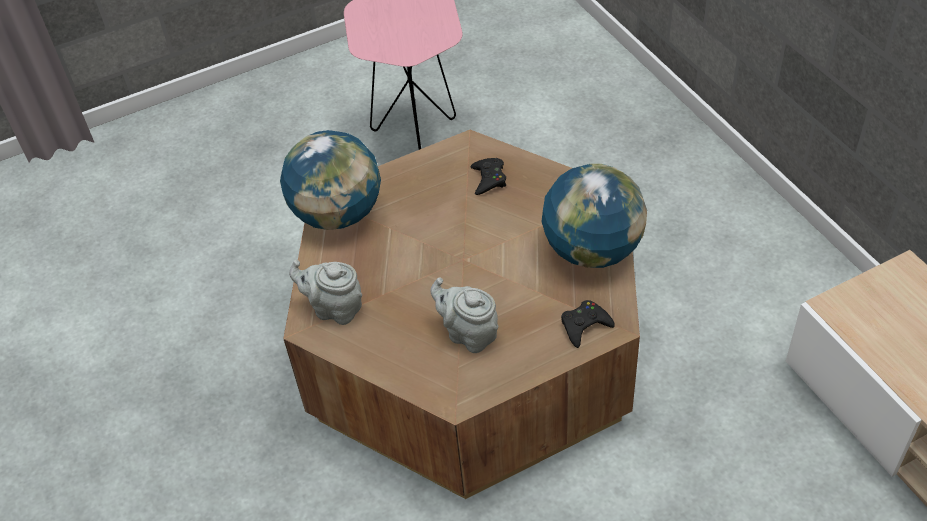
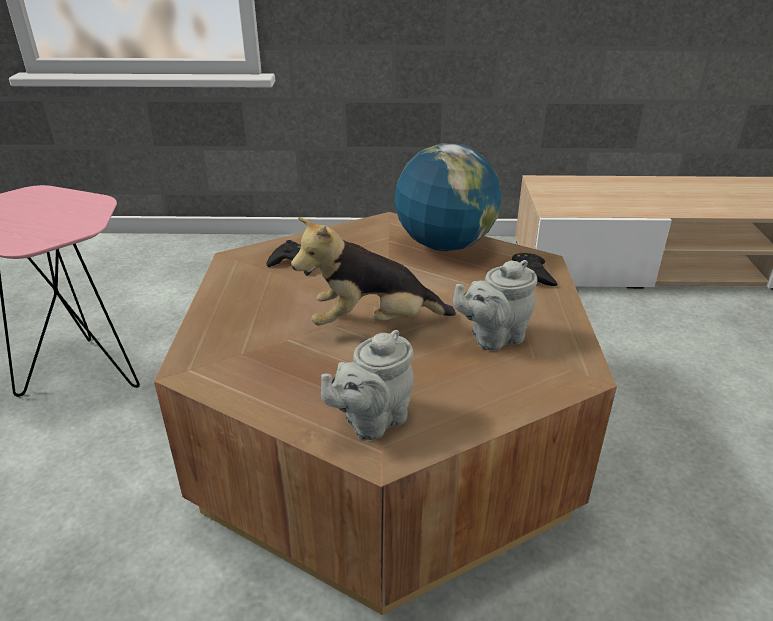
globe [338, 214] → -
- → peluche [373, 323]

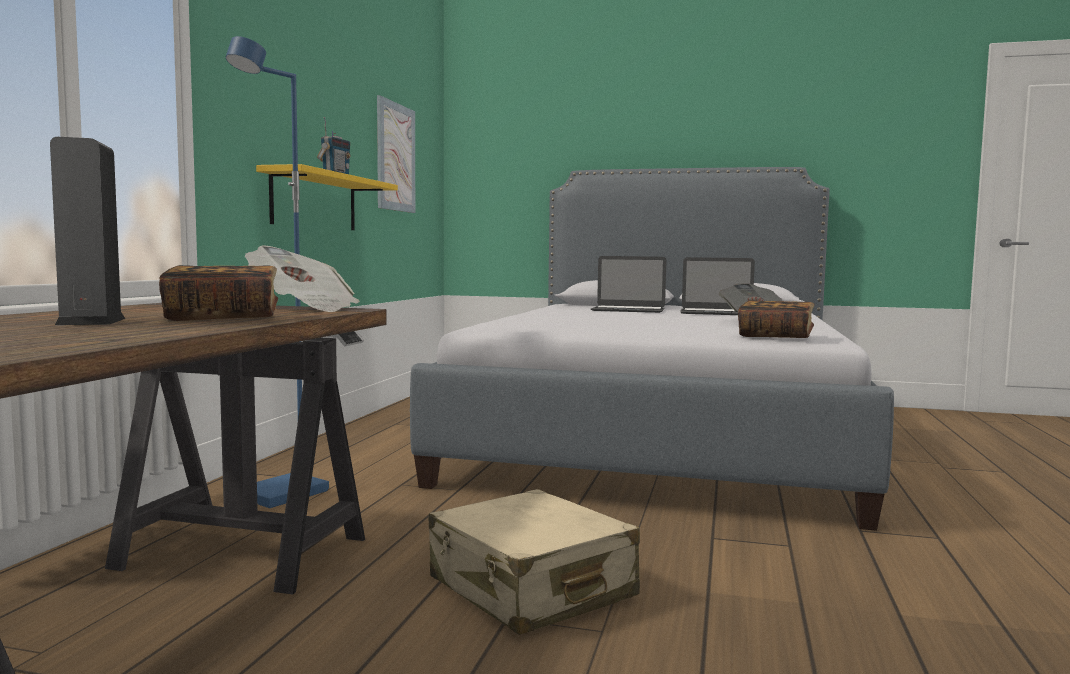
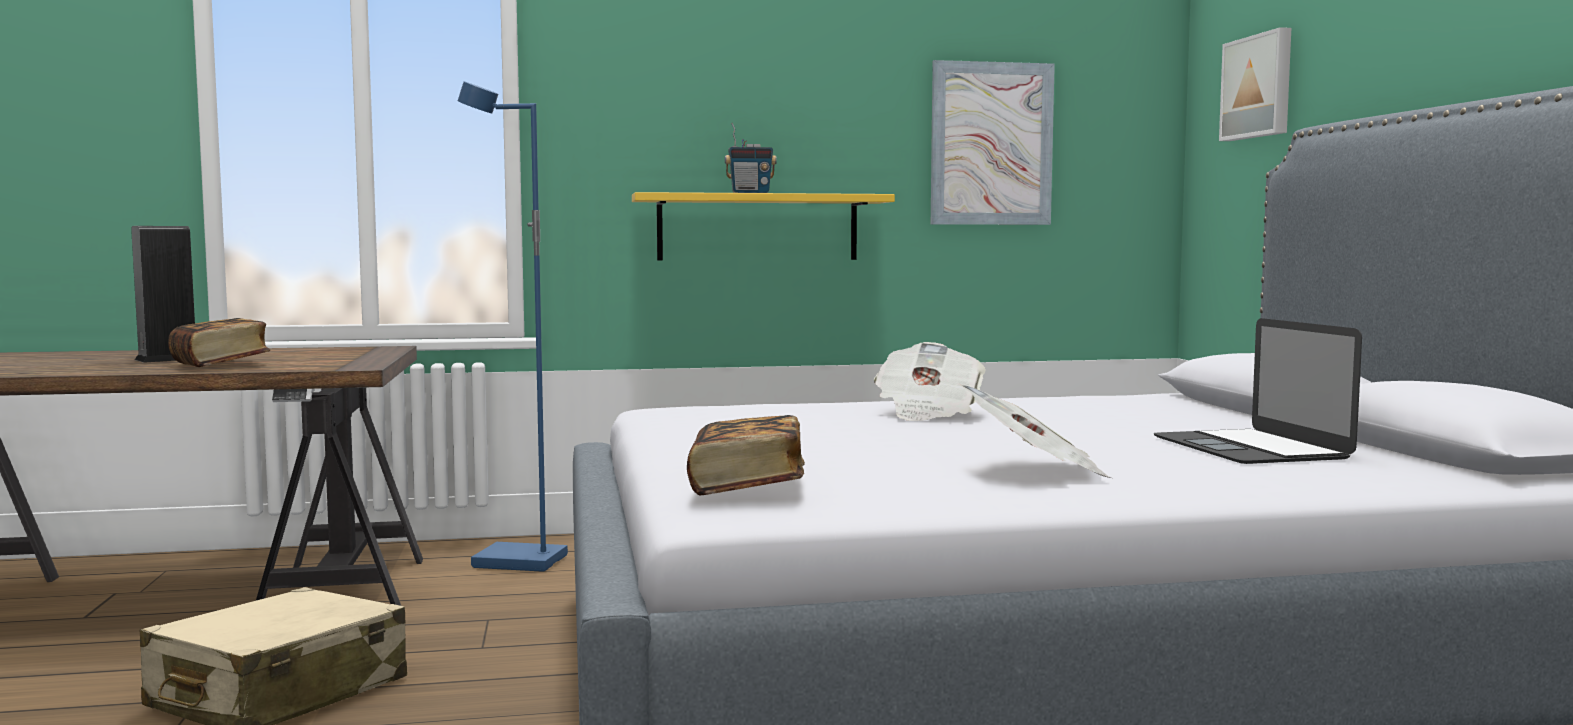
journal [304, 308] → journal [927, 413], shifted
ordinateur portable [628, 310] → -
- → tableau [1259, 87]

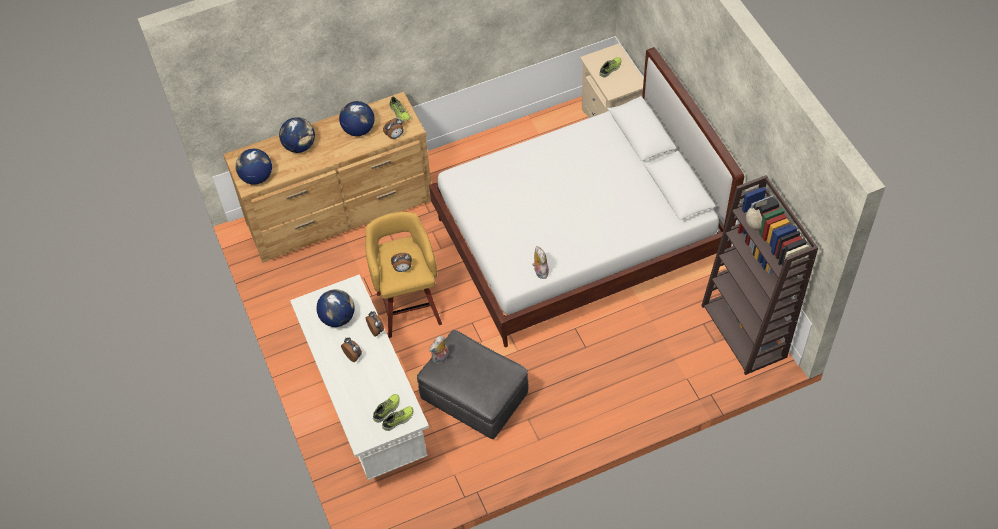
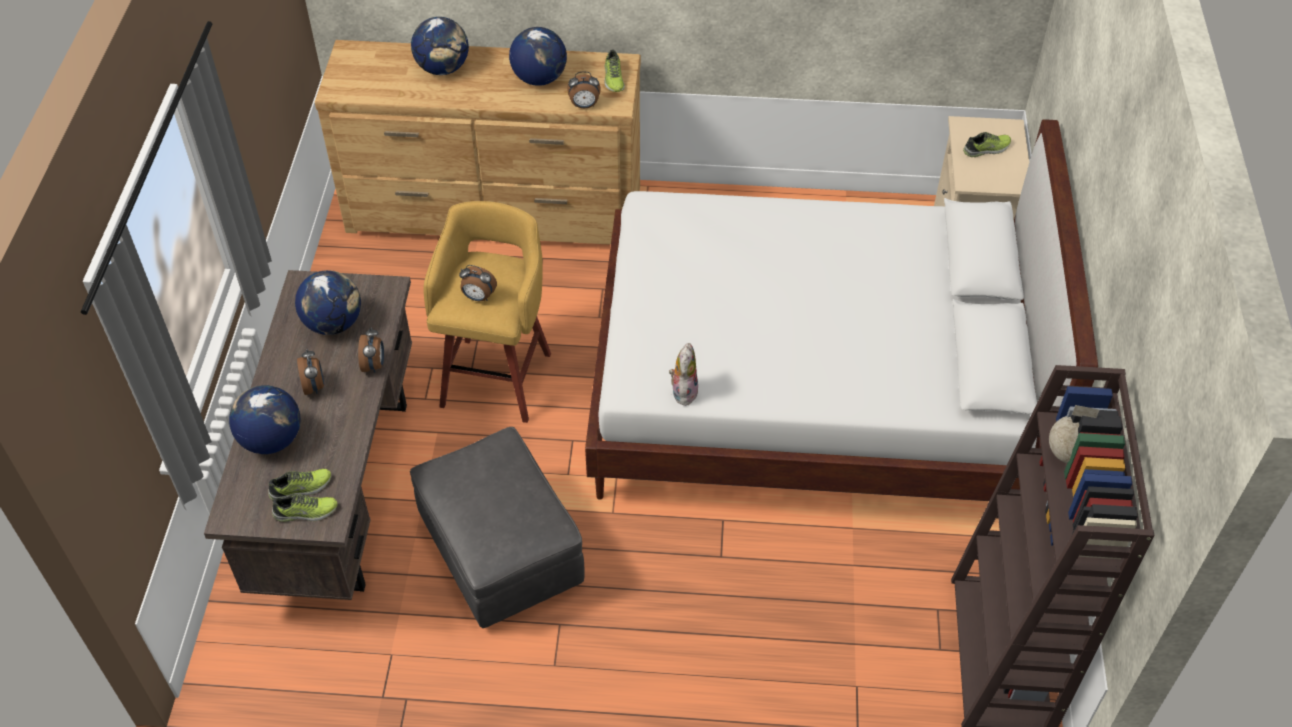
globe [256, 177] → globe [271, 440], shifted
bureau [blanc] [367, 406] → bureau [marron] [340, 489]
peluche [440, 358] → -

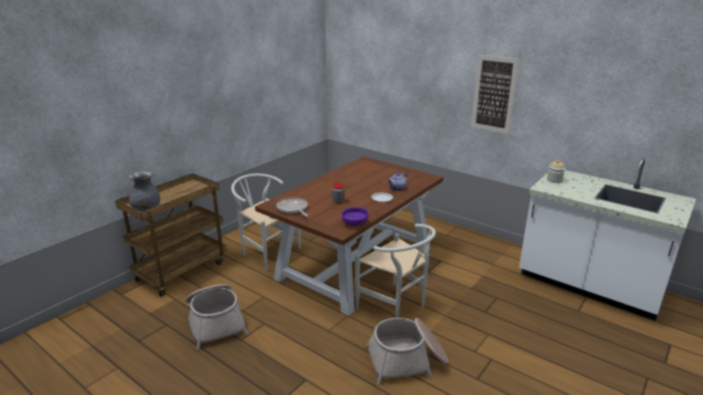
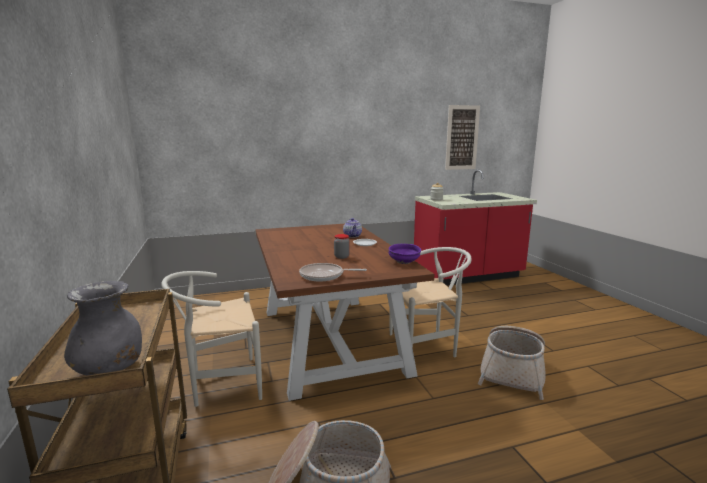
tableau [494, 94] → tableau [462, 137], shifted
comptoir de cuisine [blanc] [589, 286] → comptoir de cuisine [rouge] [468, 276]

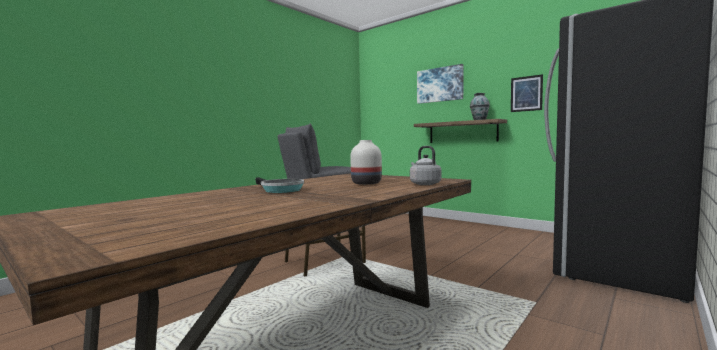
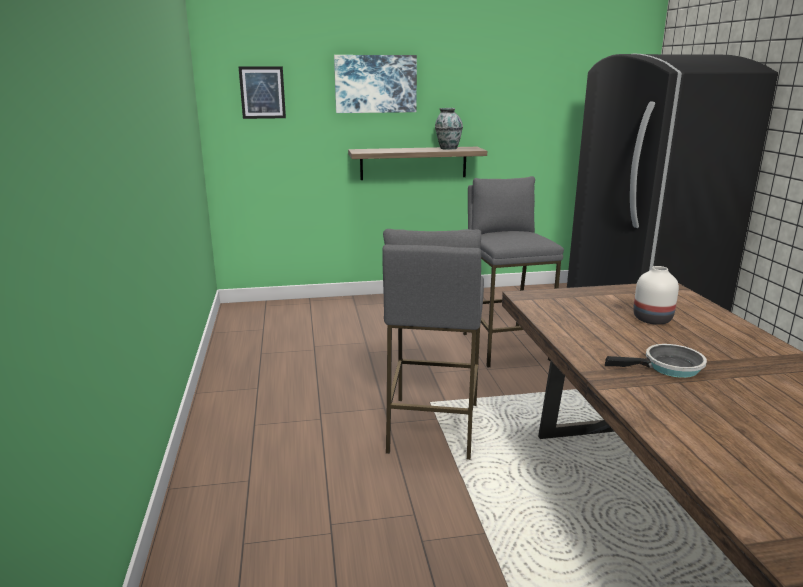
bouilloire [gris] [424, 184] → -
tableau [526, 93] → tableau [262, 92], shifted
- → tabouret [gris] [504, 346]

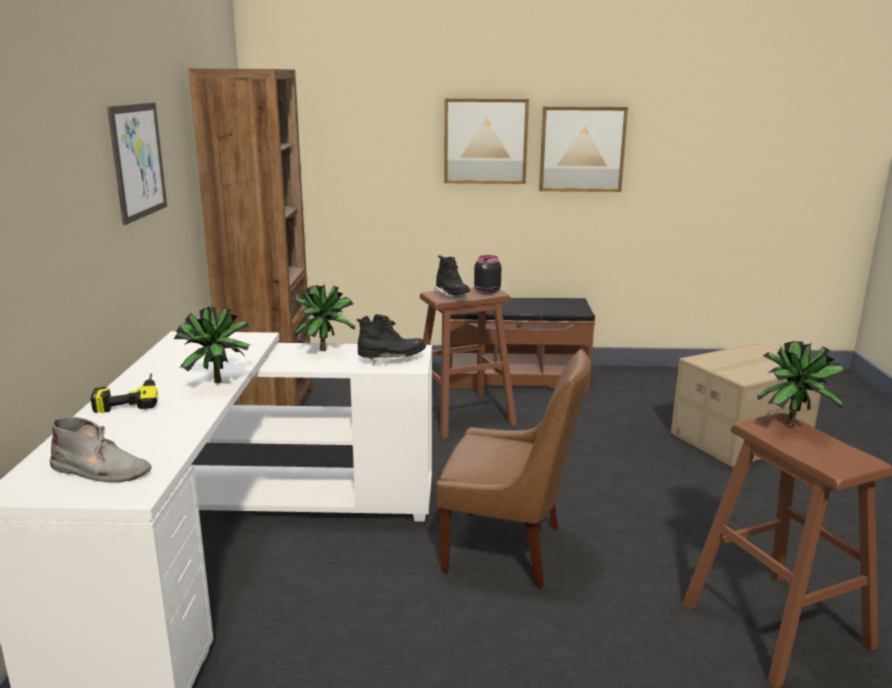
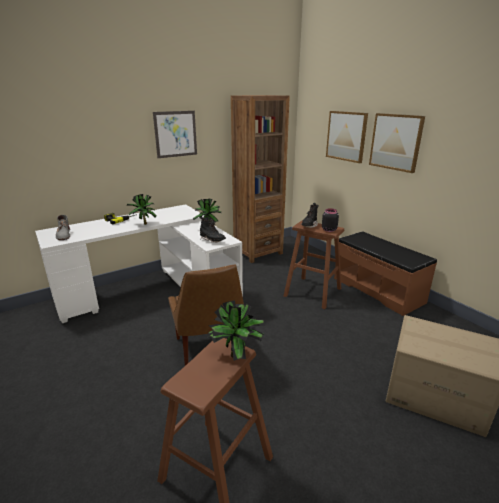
tableau [582, 149] → tableau [346, 136], shifted

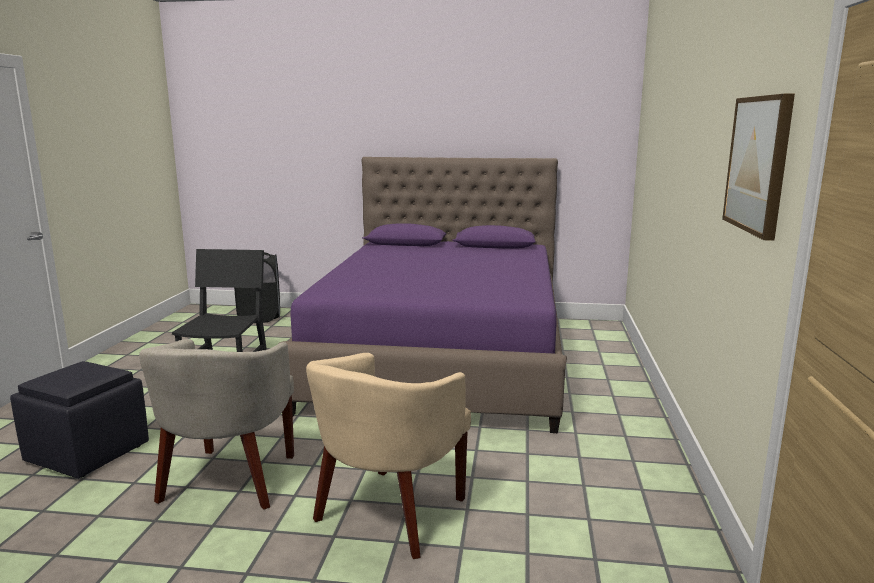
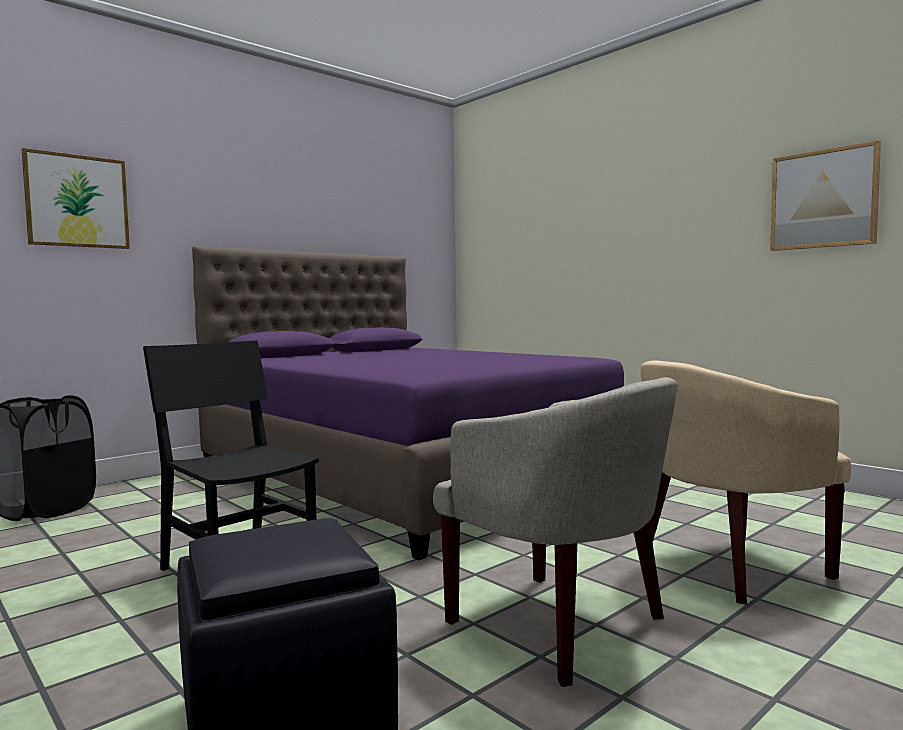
fauteuil [beige] [389, 513] → fauteuil [beige] [729, 566], 90 degrees clockwise
- → tableau [77, 201]

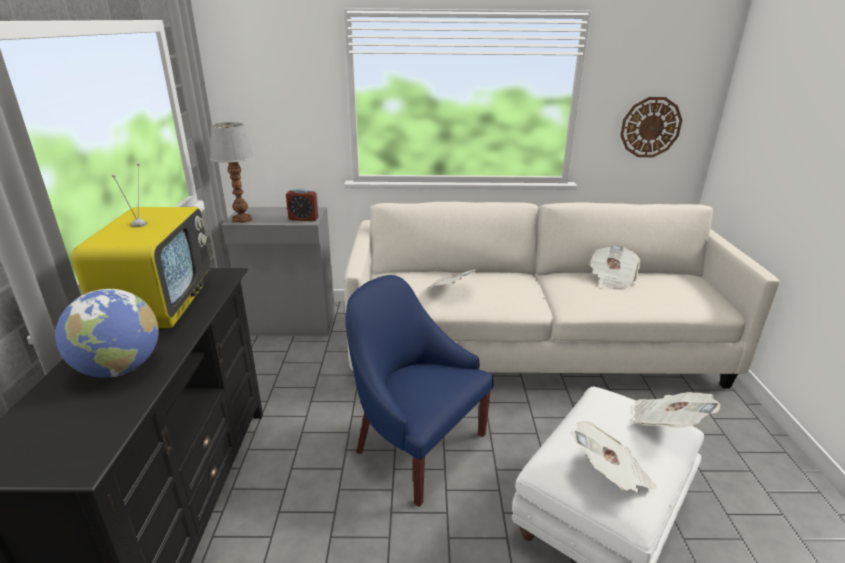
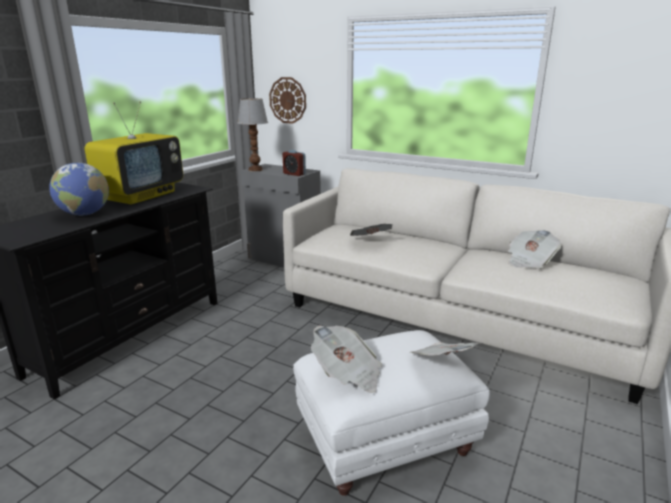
fauteuil [bleu] [416, 445] → -
horloge murale [650, 127] → horloge murale [288, 100], shifted

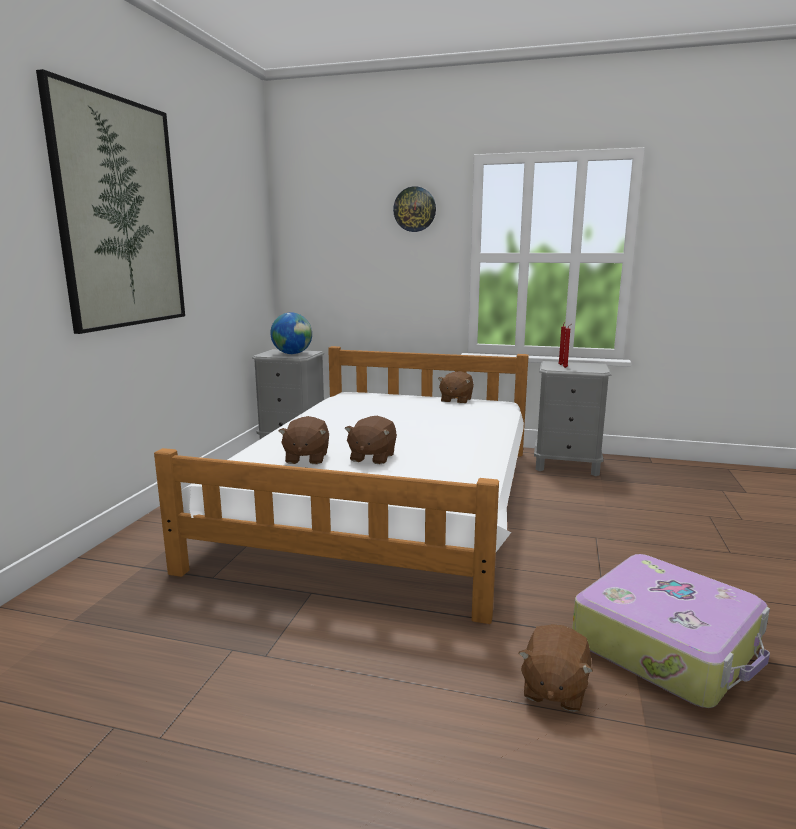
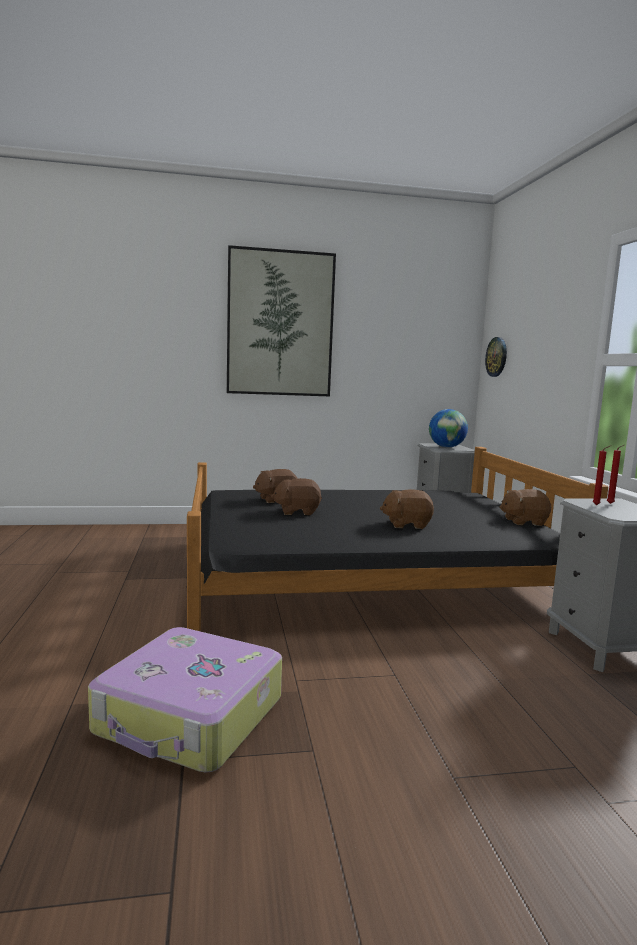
lit [blanc] [386, 501] → lit [noir] [364, 576]
horloge murale [414, 209] → horloge murale [497, 357], shifted
peluche [marron] [553, 689] → peluche [marron] [406, 524], shifted

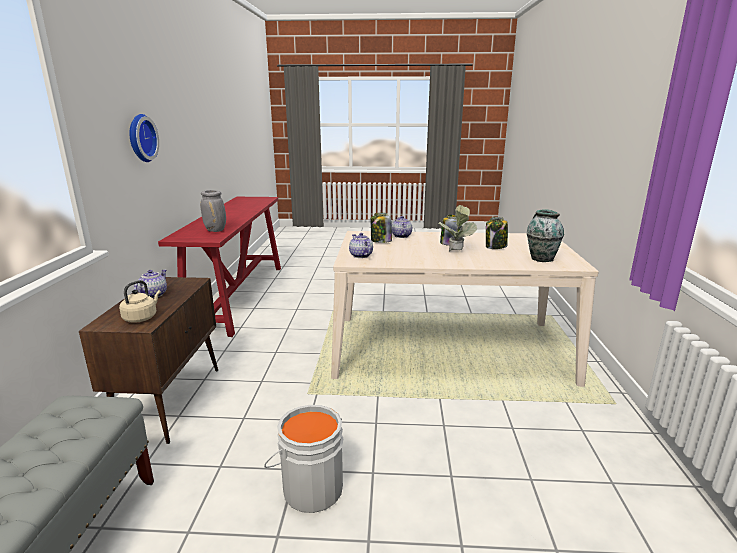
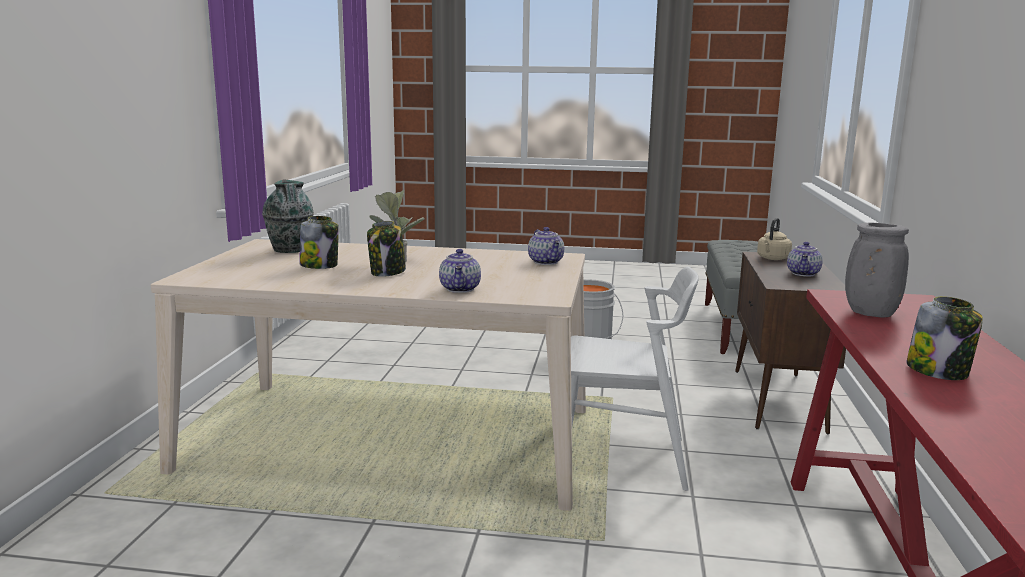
horloge murale [140, 138] → -
bocal [380, 241] → bocal [938, 371], shifted
- → chaise [blanc] [623, 459]

